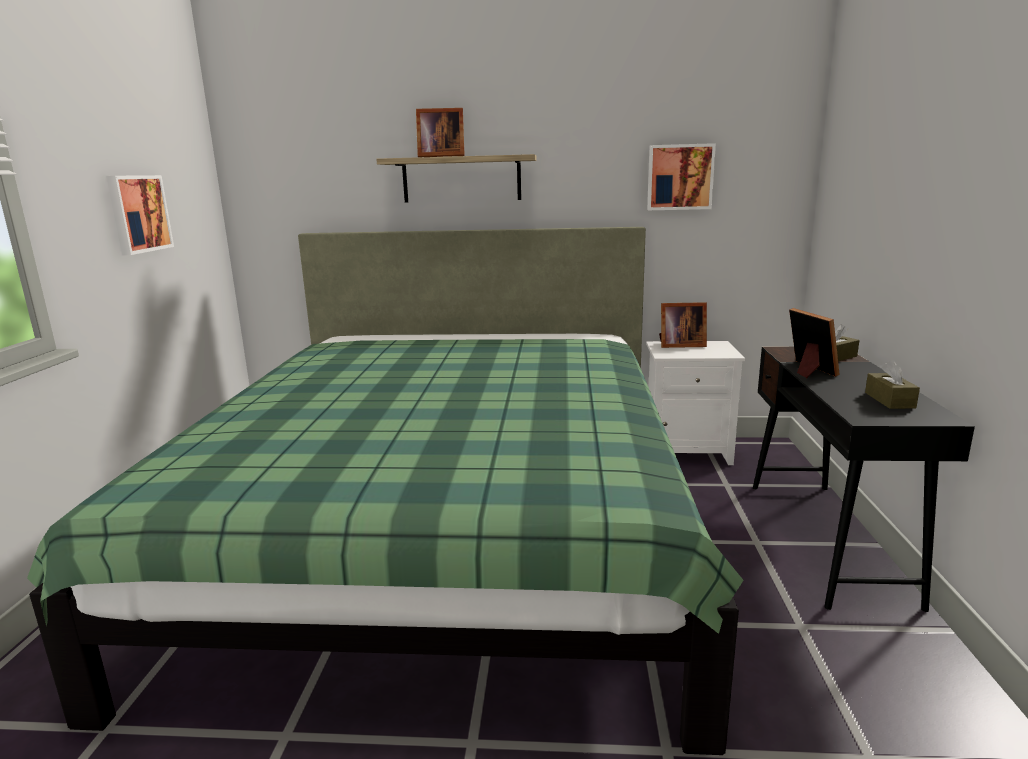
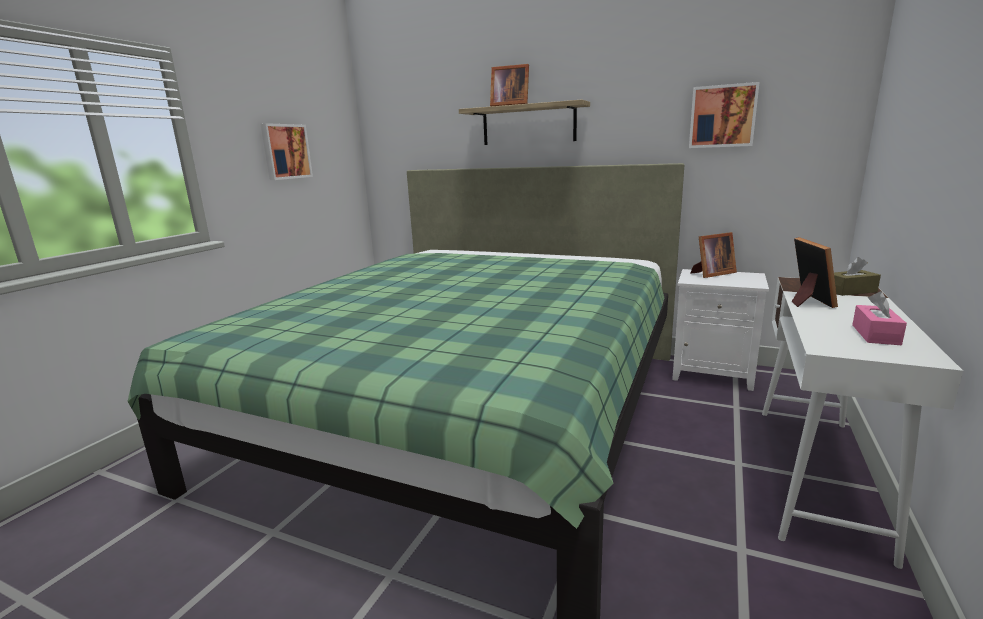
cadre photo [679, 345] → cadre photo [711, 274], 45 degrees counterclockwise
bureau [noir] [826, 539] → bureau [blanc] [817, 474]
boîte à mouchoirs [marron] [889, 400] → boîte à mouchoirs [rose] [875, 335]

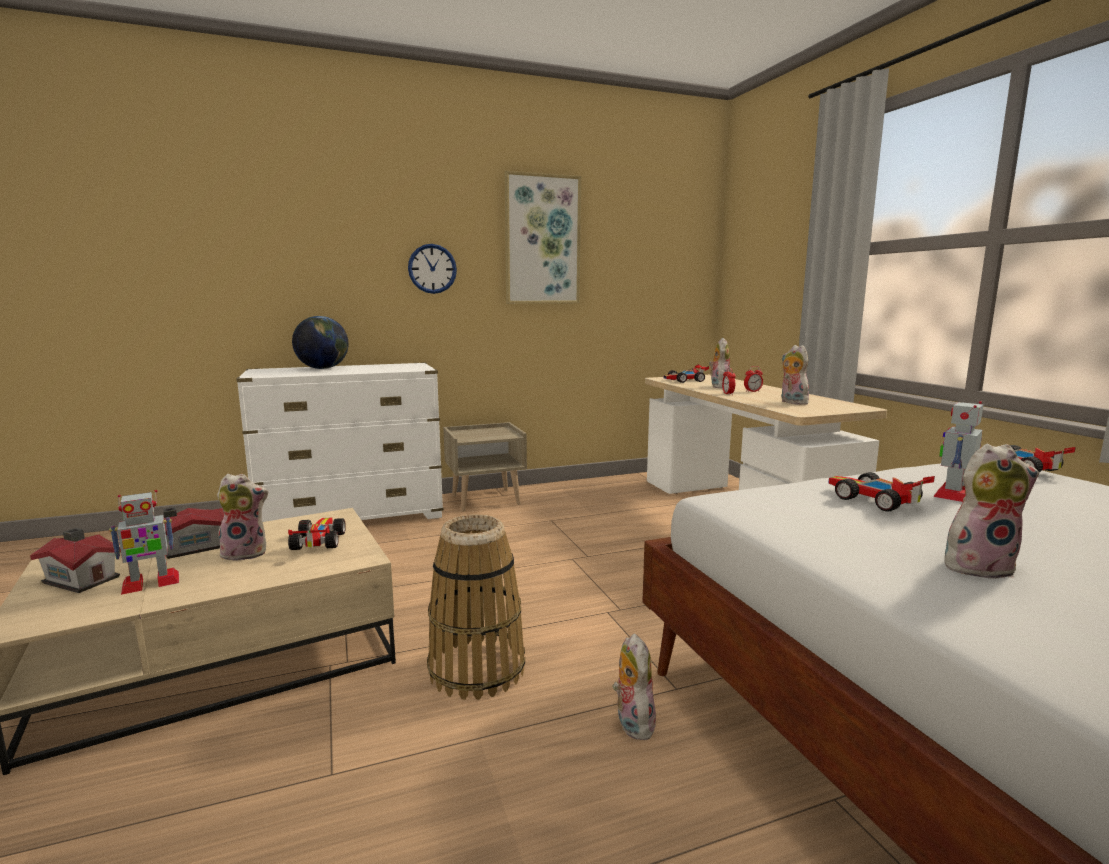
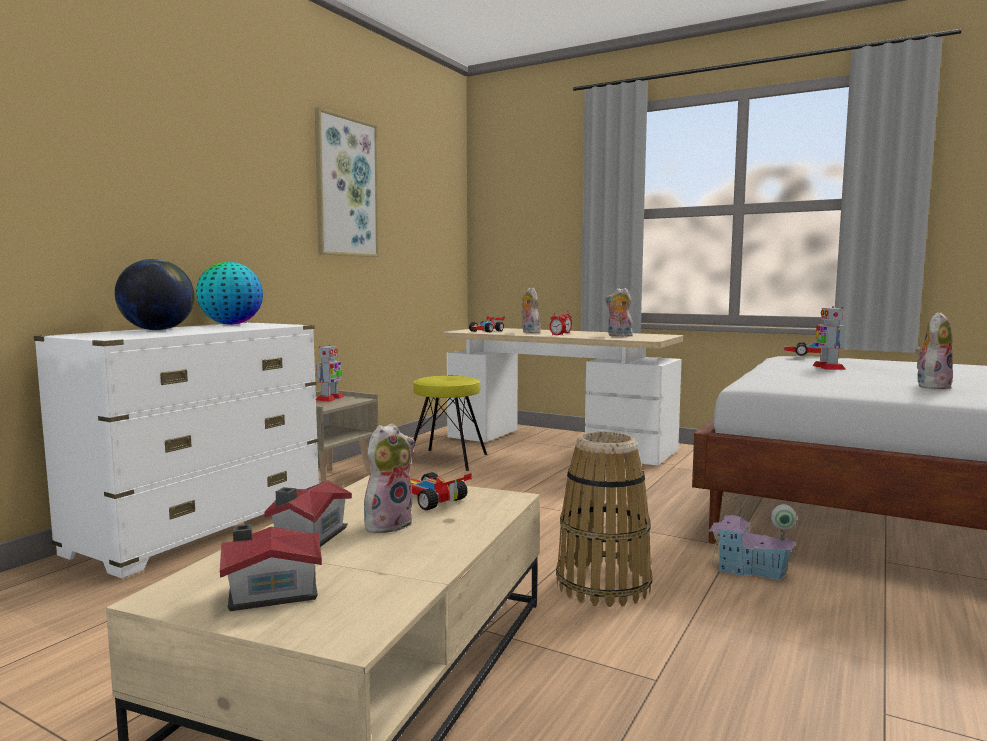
robot jouet [150, 583] → robot jouet [329, 399], shifted
horloge murale [432, 269] → -
peluche [632, 723] → maison miniature [749, 571]
petite voiture [874, 500] → -
- → globe [231, 324]
- → tabouret [jaune] [446, 460]

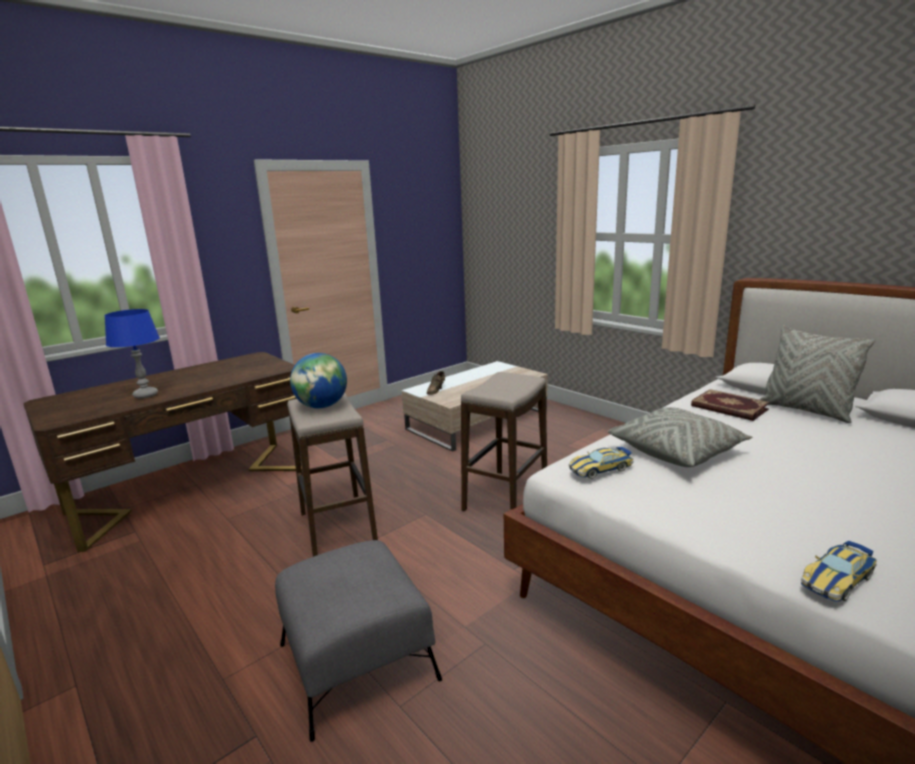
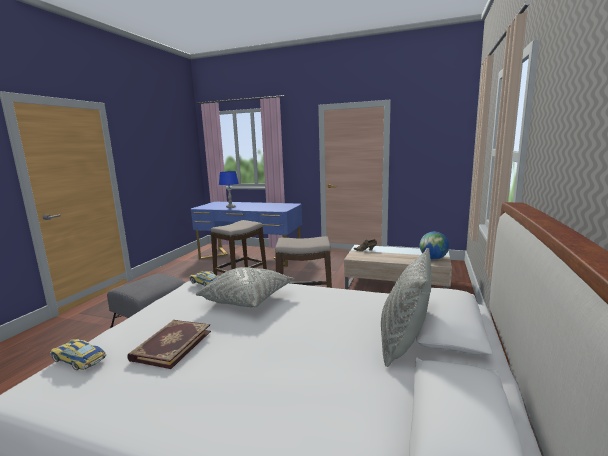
bureau [marron] [194, 490] → bureau [bleu] [250, 256]
globe [322, 406] → globe [433, 258], shifted
livre [729, 408] → livre [171, 345], shifted

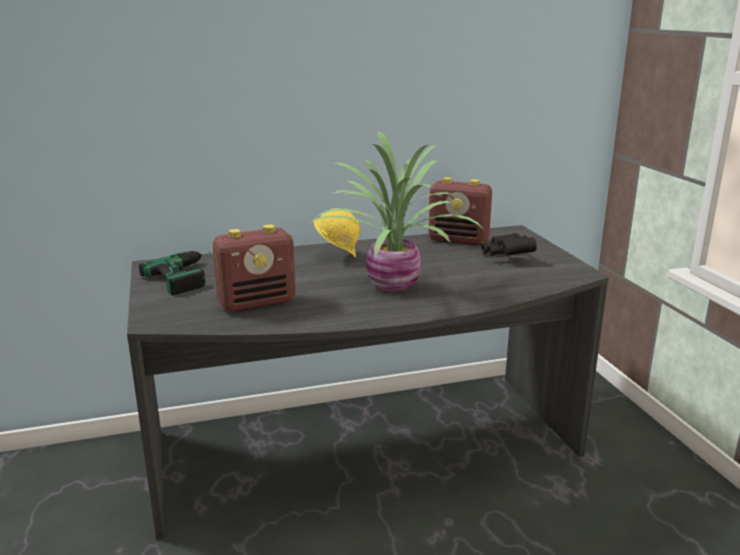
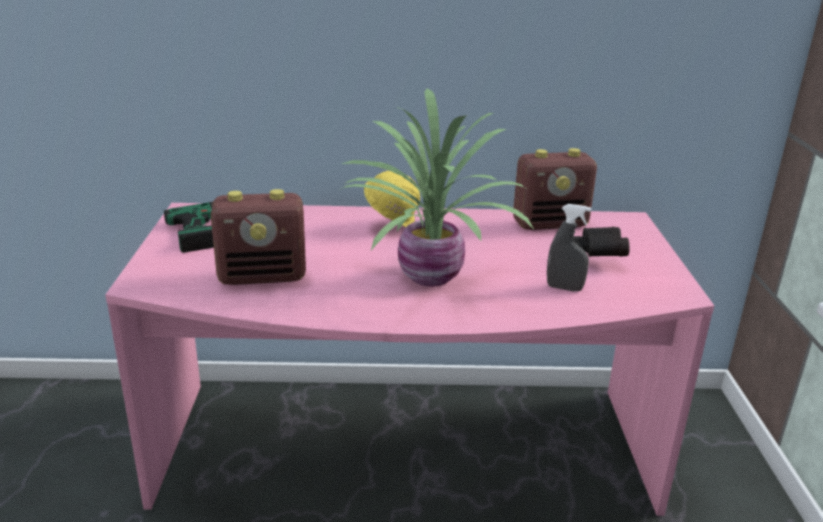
bureau [gris] [367, 452] → bureau [rose] [405, 454]
radio [459, 240] → radio [550, 224], 45 degrees counterclockwise
- → vaporisateur [gris] [564, 288]

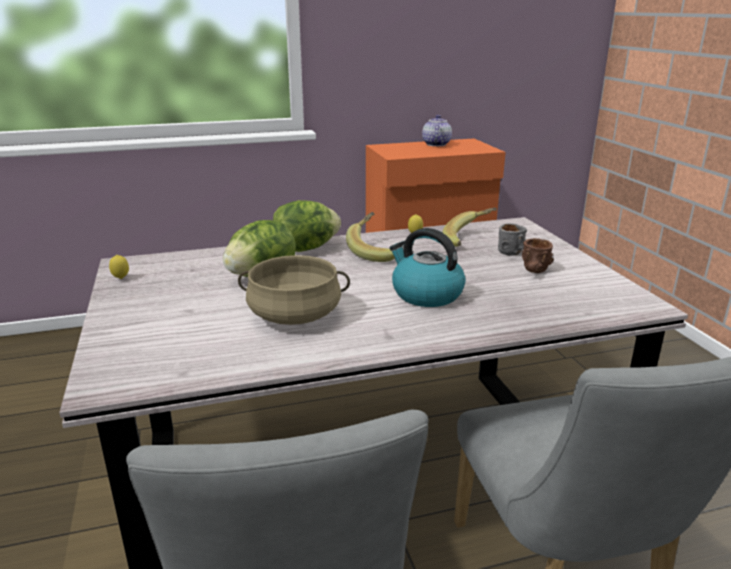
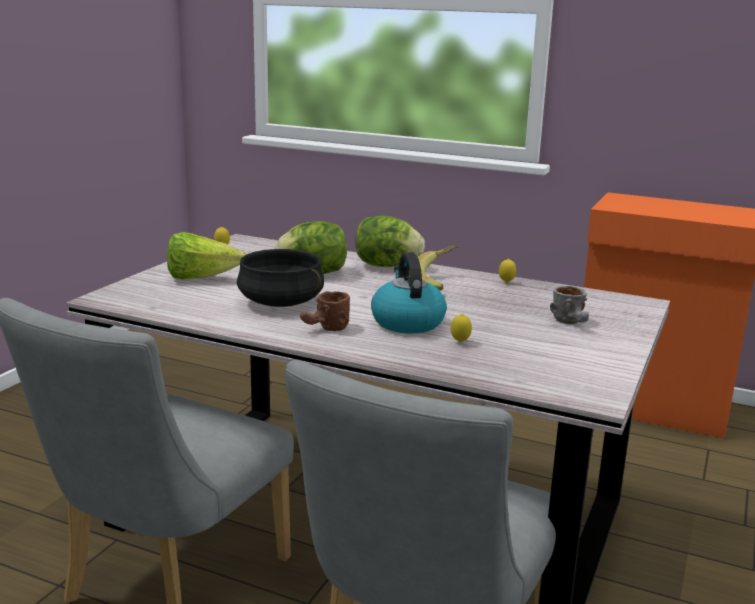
marmite [beige] [295, 315] → marmite [noir] [281, 302]
théière [435, 144] → -
banane [469, 240] → -
mug [marron] [535, 272] → mug [marron] [326, 329], shifted
- → laitue [201, 278]
- → citron [460, 342]

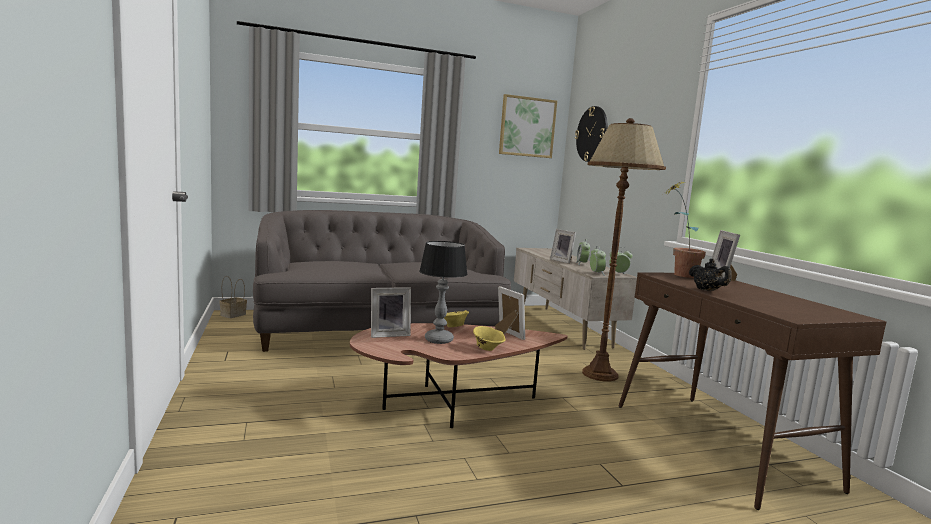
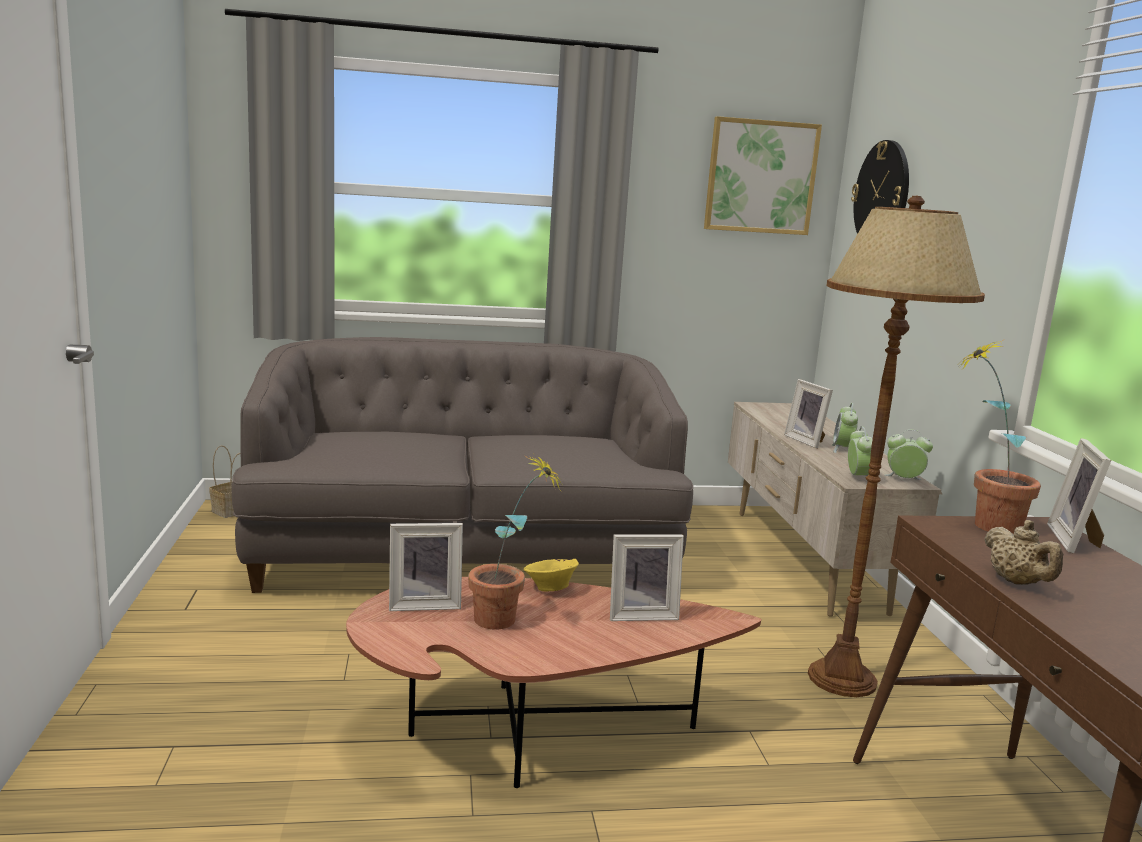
lampe de table [438, 340] → plante en pot [508, 621]
bol [jaune] [487, 349] → -
cadre photo [506, 335] → cadre photo [641, 614], 105 degrees clockwise
théière [noir] [707, 290] → théière [beige] [1017, 582]

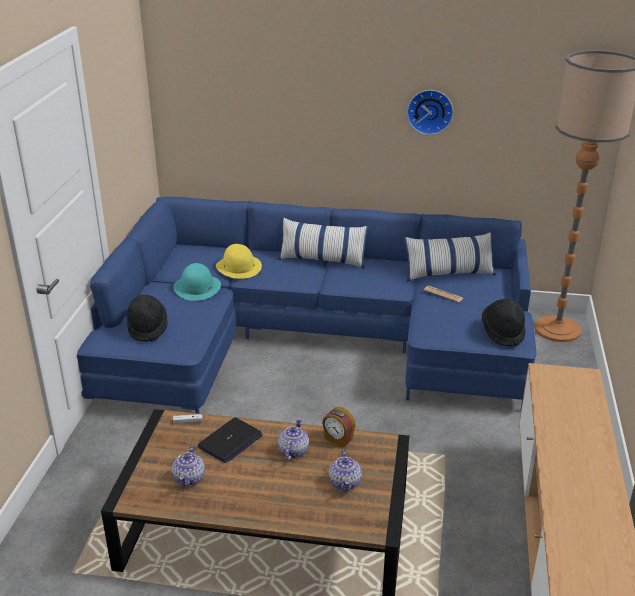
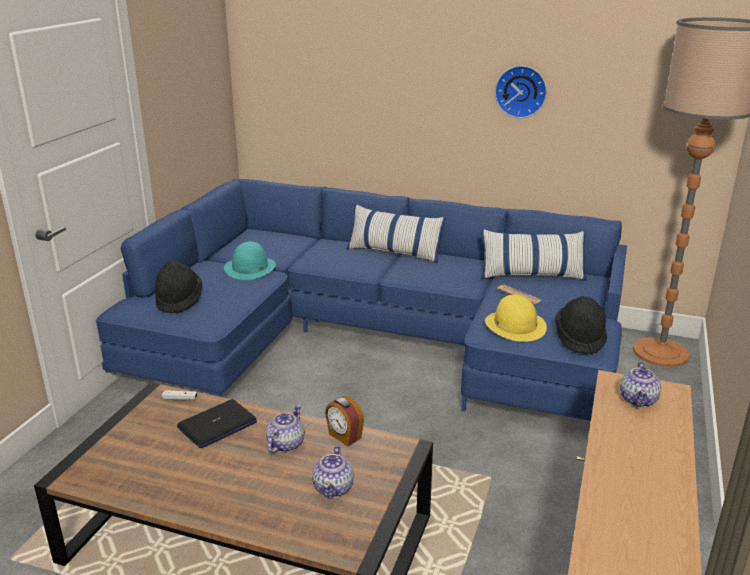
théière [189, 478] → théière [638, 400], shifted
chapeau [jaune] [239, 267] → chapeau [jaune] [515, 325], shifted

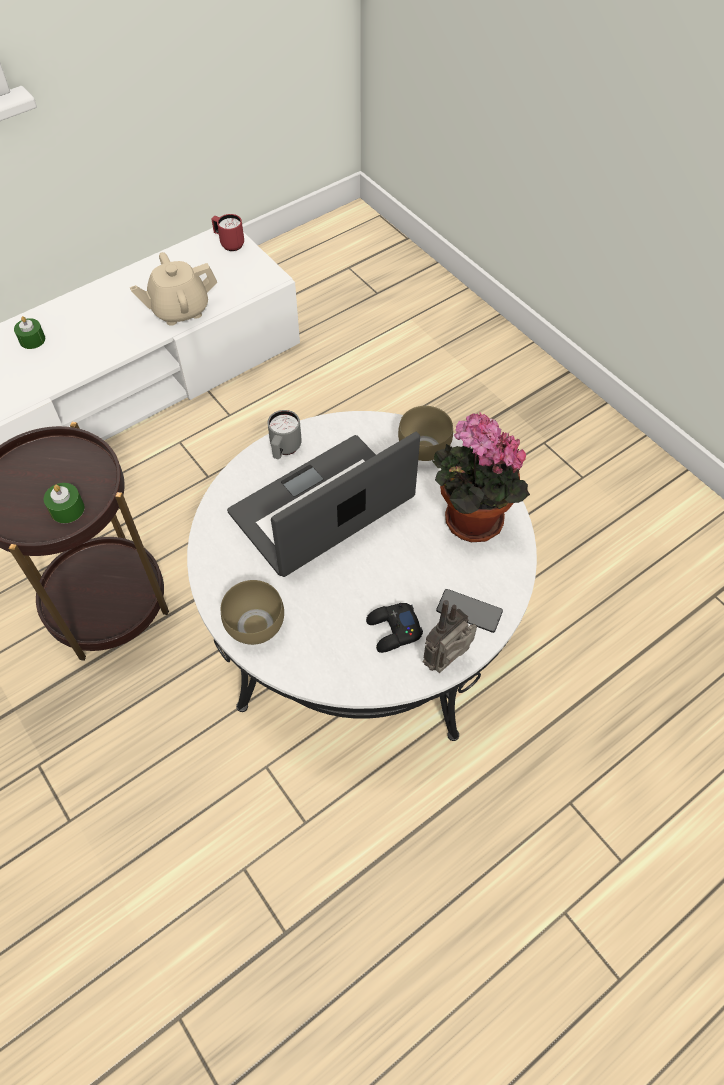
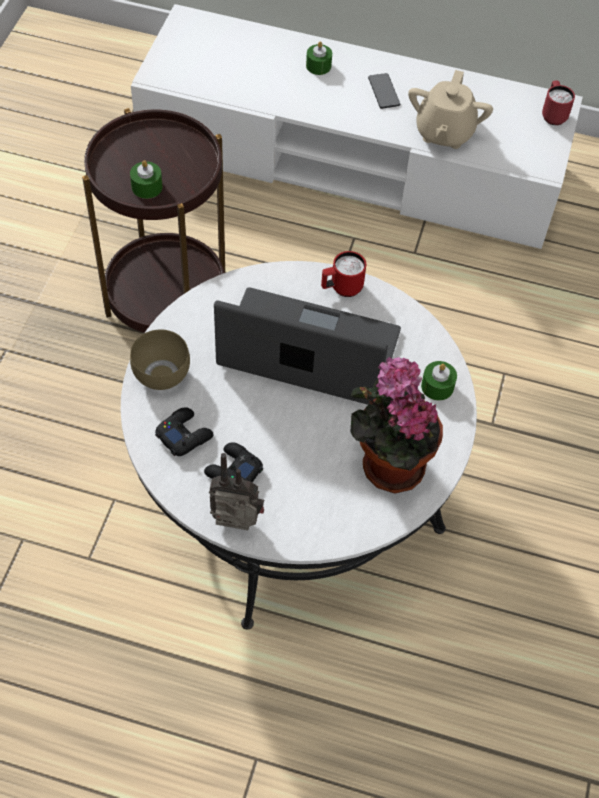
théière [beige] [179, 310] → théière [beige] [444, 132], 105 degrees counterclockwise
mug [gris] [284, 450] → mug [rouge] [341, 288]
bol [marron] [425, 448] → bougie [vert] [437, 386]
téléphone [469, 611] → téléphone [383, 91], shifted
- → manette [noir] [184, 435]

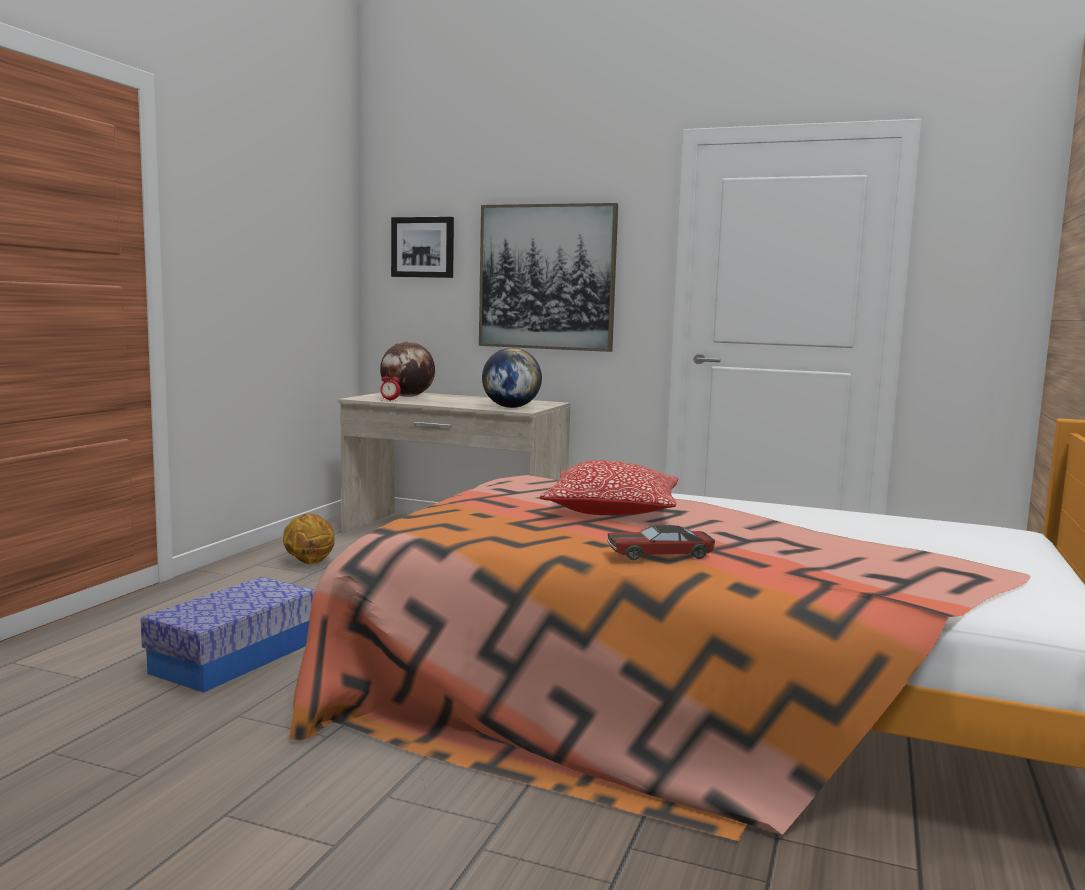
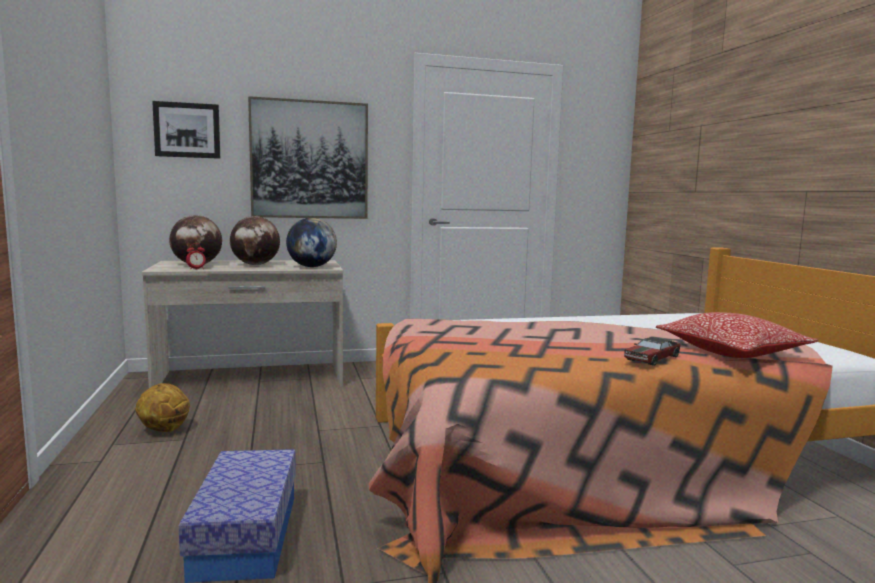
coussin [612, 511] → coussin [731, 352], shifted
- → globe [256, 264]

